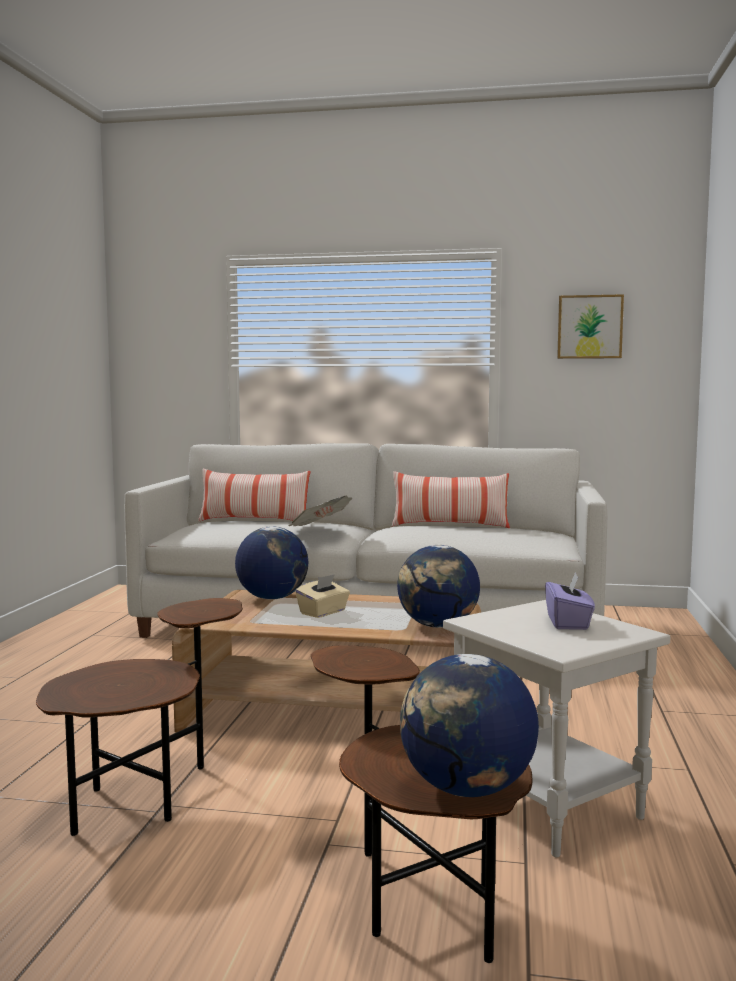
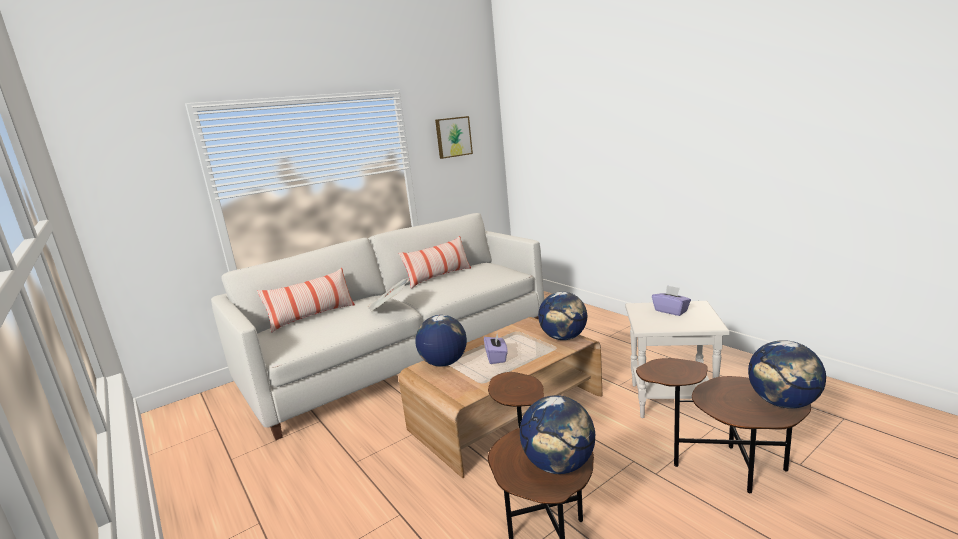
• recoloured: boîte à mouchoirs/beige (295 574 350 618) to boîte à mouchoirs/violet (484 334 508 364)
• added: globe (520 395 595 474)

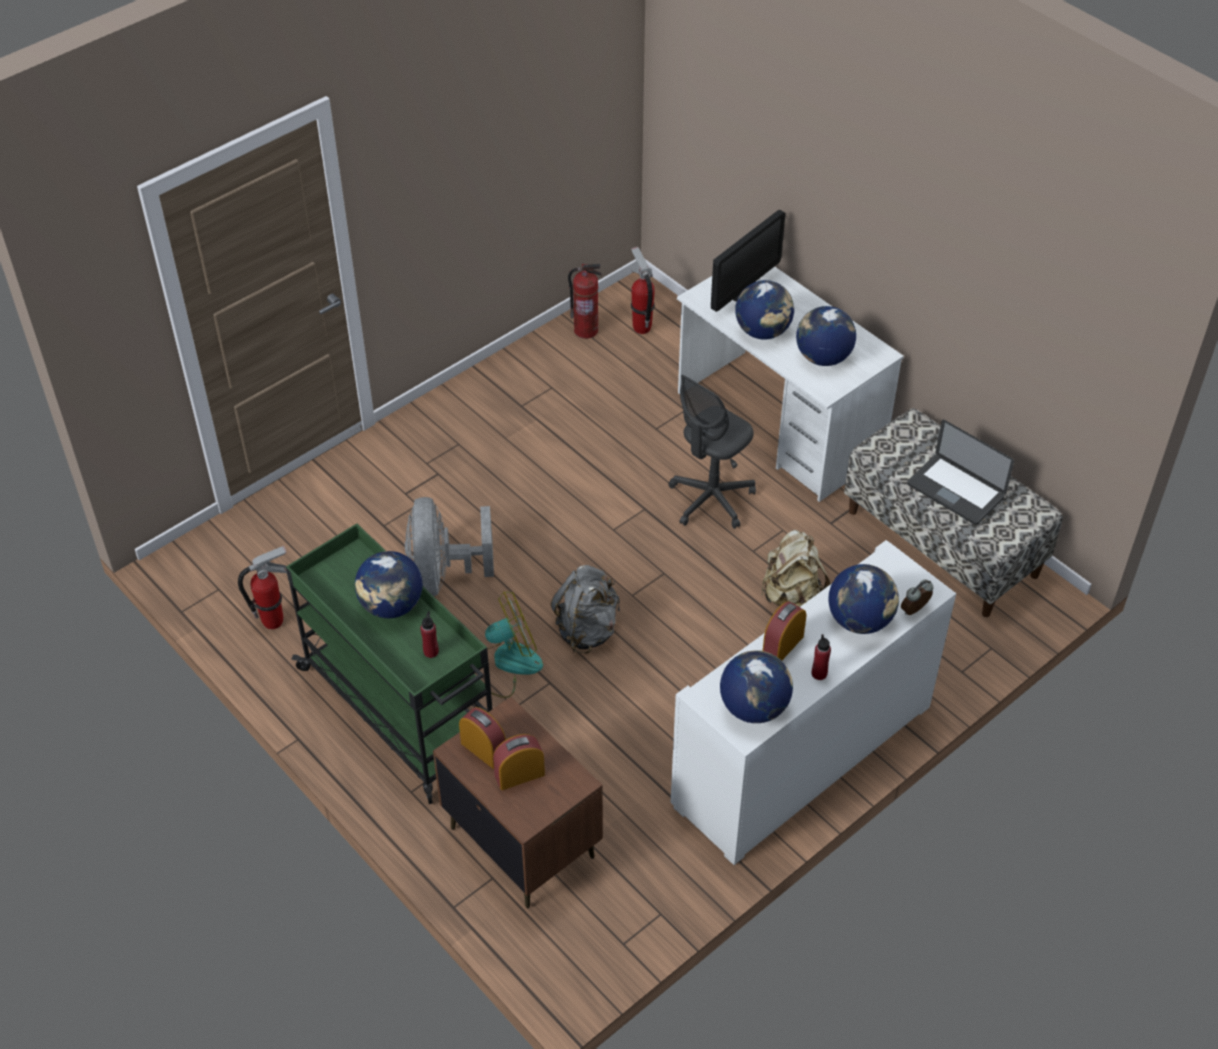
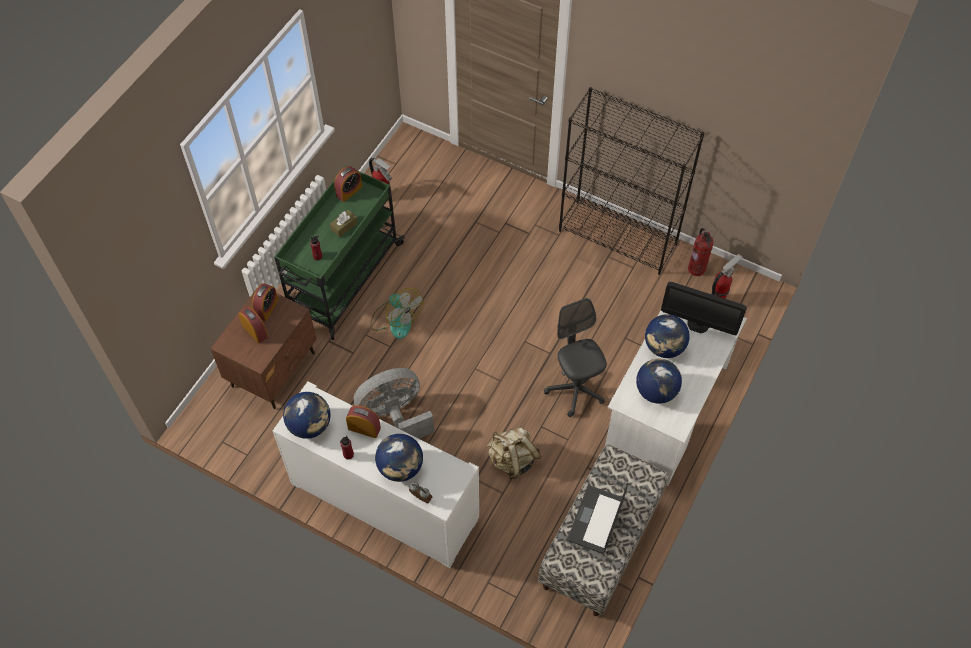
• replaced: globe (355 551 423 618) to boîte à mouchoirs/marron (330 210 358 237)
• added: réveil (334 166 362 202)
• moved: ventilateur/gris (405 497 494 596) to (354 368 434 439)
• turned: chaise de bureau/gris (668 375 756 529) = (544 298 607 417) 45 degrees clockwise
• added: bibliothèque/noir (559 87 705 275)
• removed: sac à dos/gris (551 565 620 654)

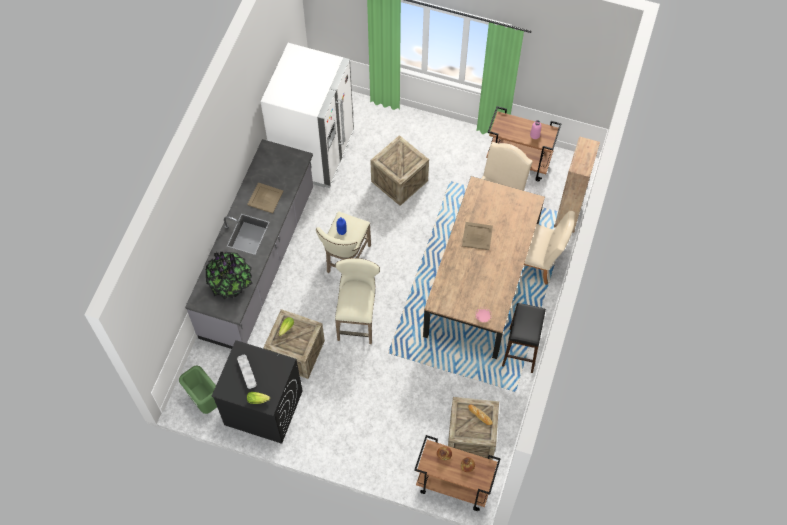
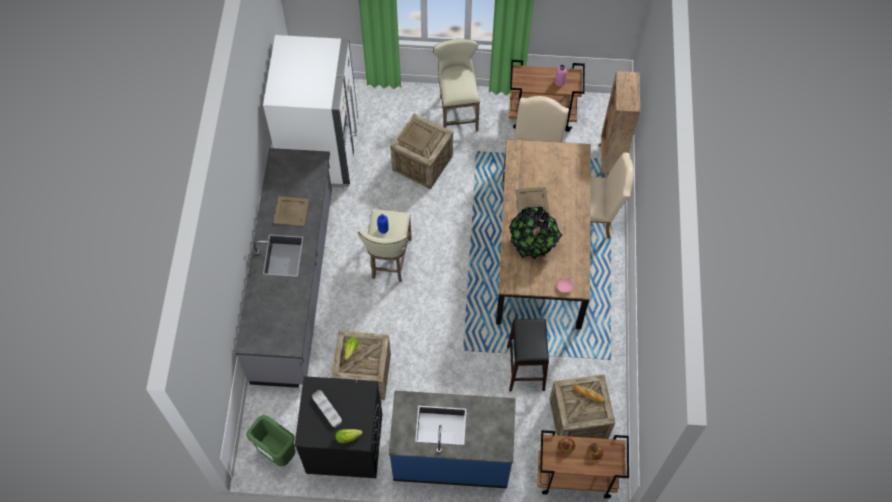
• added: comptoir de cuisine/bleu (389 391 516 488)
• added: plateau/beige (397 119 437 152)
• moved: tabouret/beige (335 258 380 344) to (433 39 480 131)
• moved: tabouret/noir (502 303 546 373) to (507 319 549 392)
• moved: plante en pot (205 252 253 299) to (509 206 562 259)

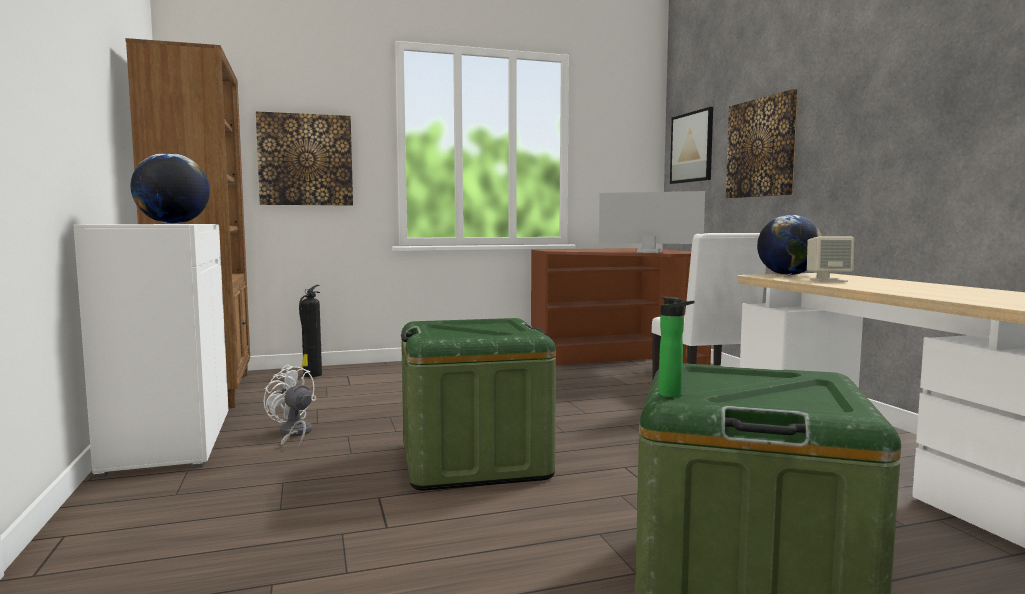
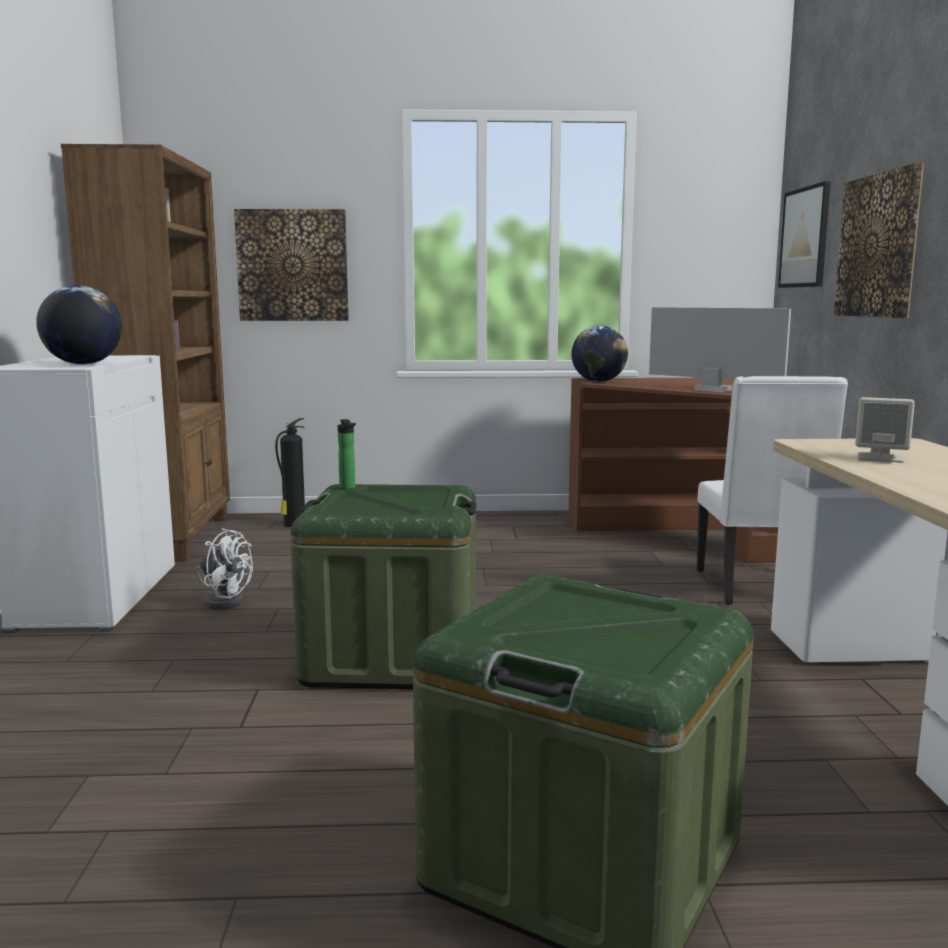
• turned: ventilateur/blanc (264 365 316 450) = (195 528 253 610) 150 degrees clockwise
• moved: bouteille (658 297 694 397) to (337 419 356 489)
• moved: globe (757 215 821 275) to (571 326 628 382)

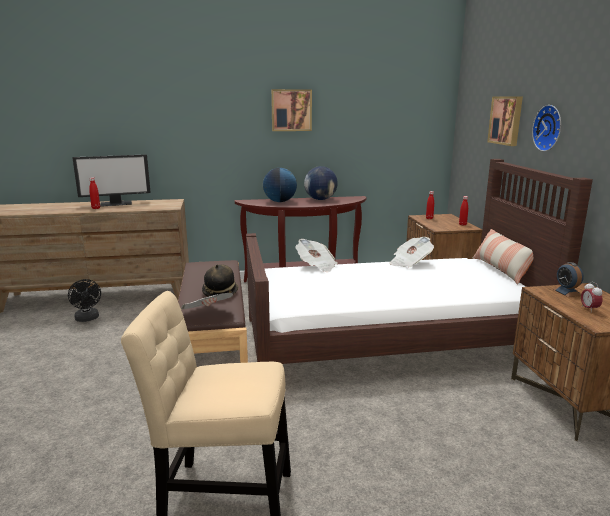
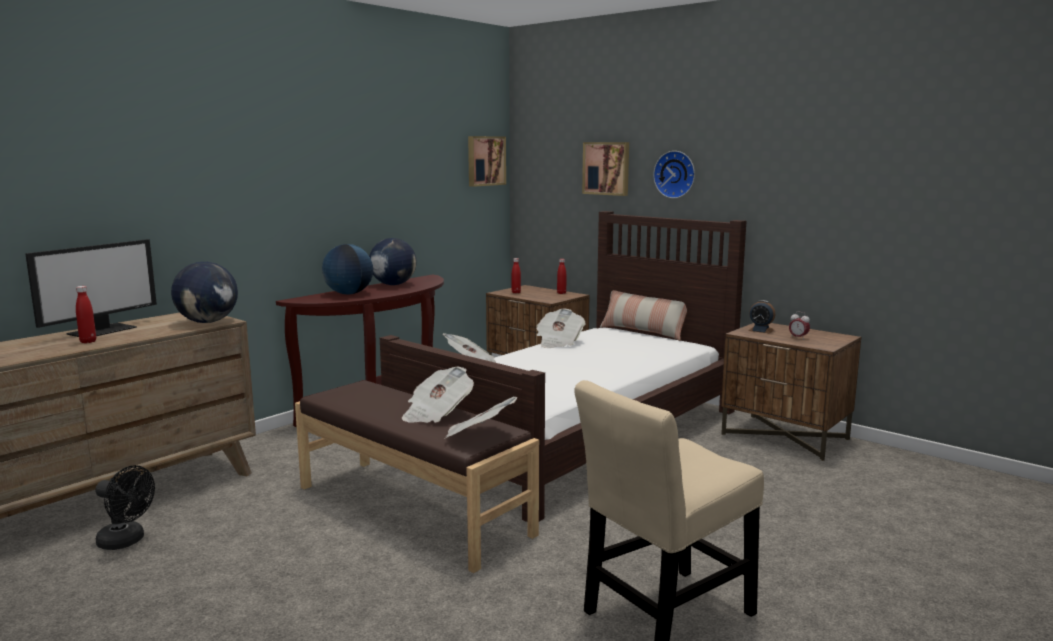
• added: globe (171 262 238 323)
• replaced: chapeau (202 264 239 297) to journal (402 367 474 423)
• moved: tableau (271 89 312 131) to (468 136 506 187)

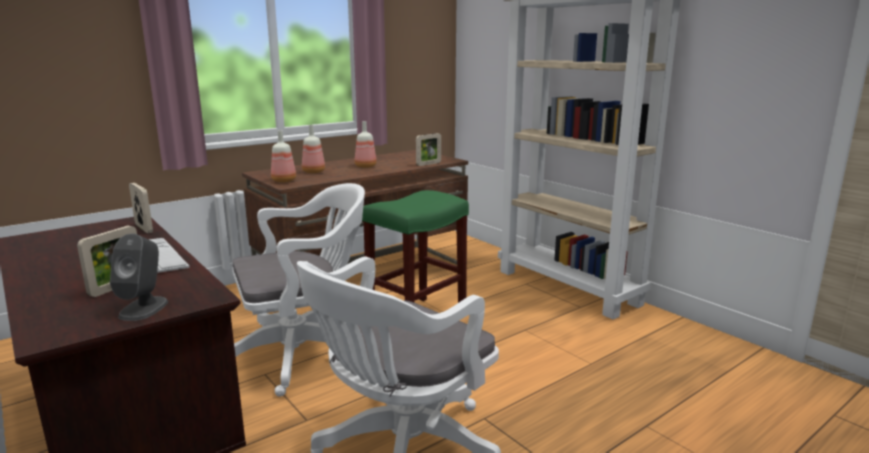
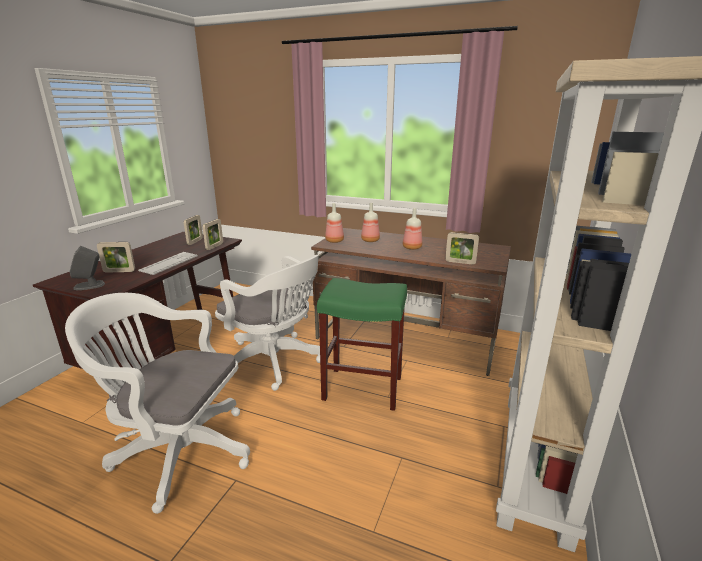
• added: cadre photo (184 215 203 245)

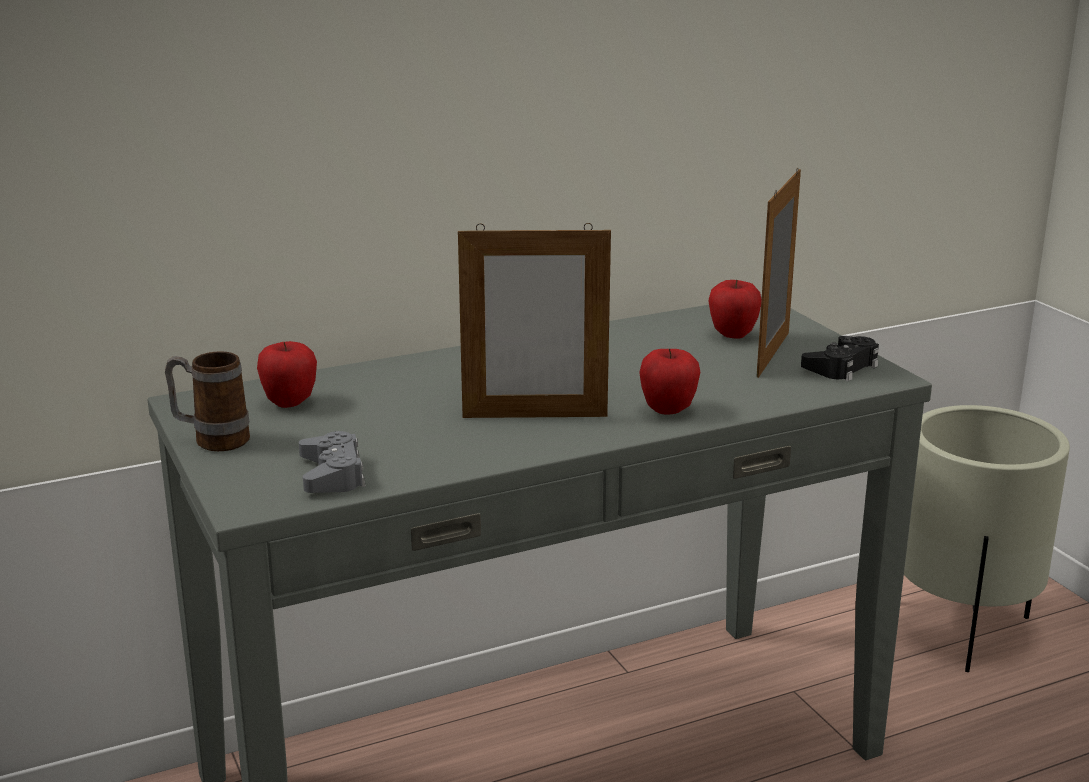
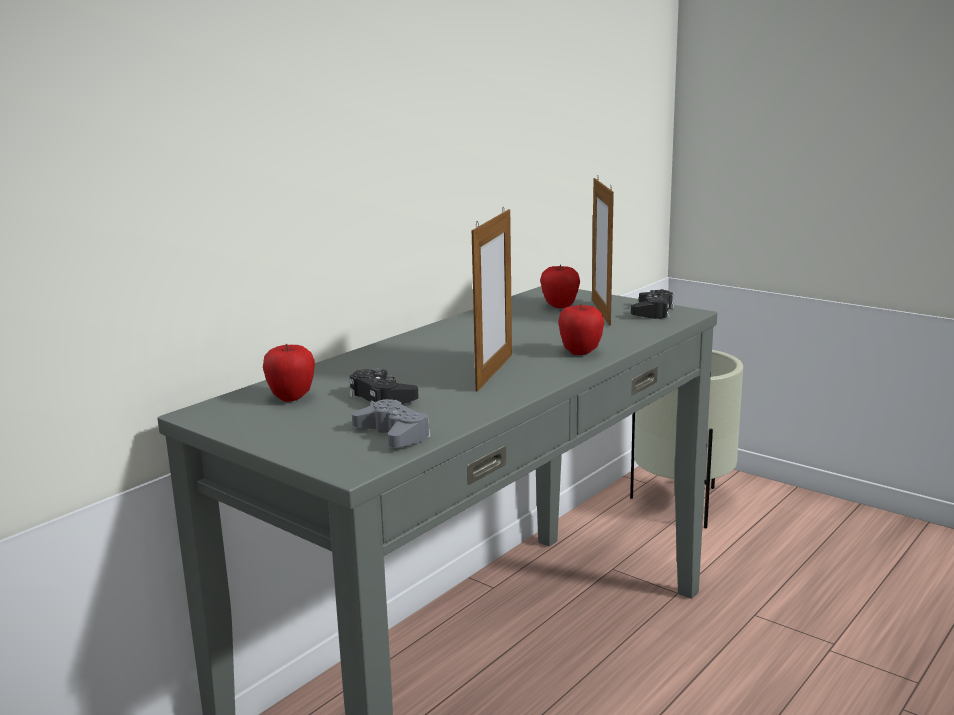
• added: manette/noir (349 369 419 406)
• turned: cadre photo (458 223 611 418) = (472 207 512 392) 45 degrees counterclockwise
• removed: mug (165 351 250 451)

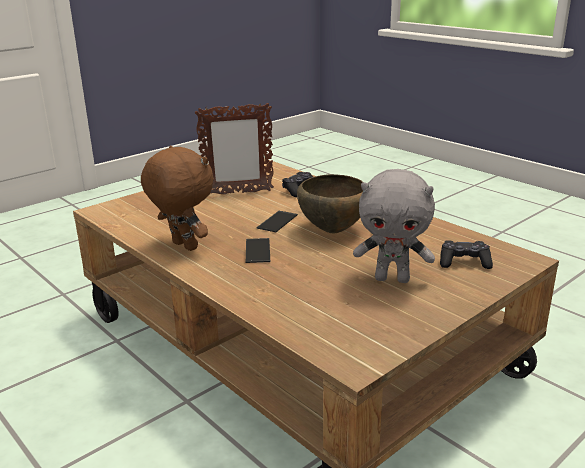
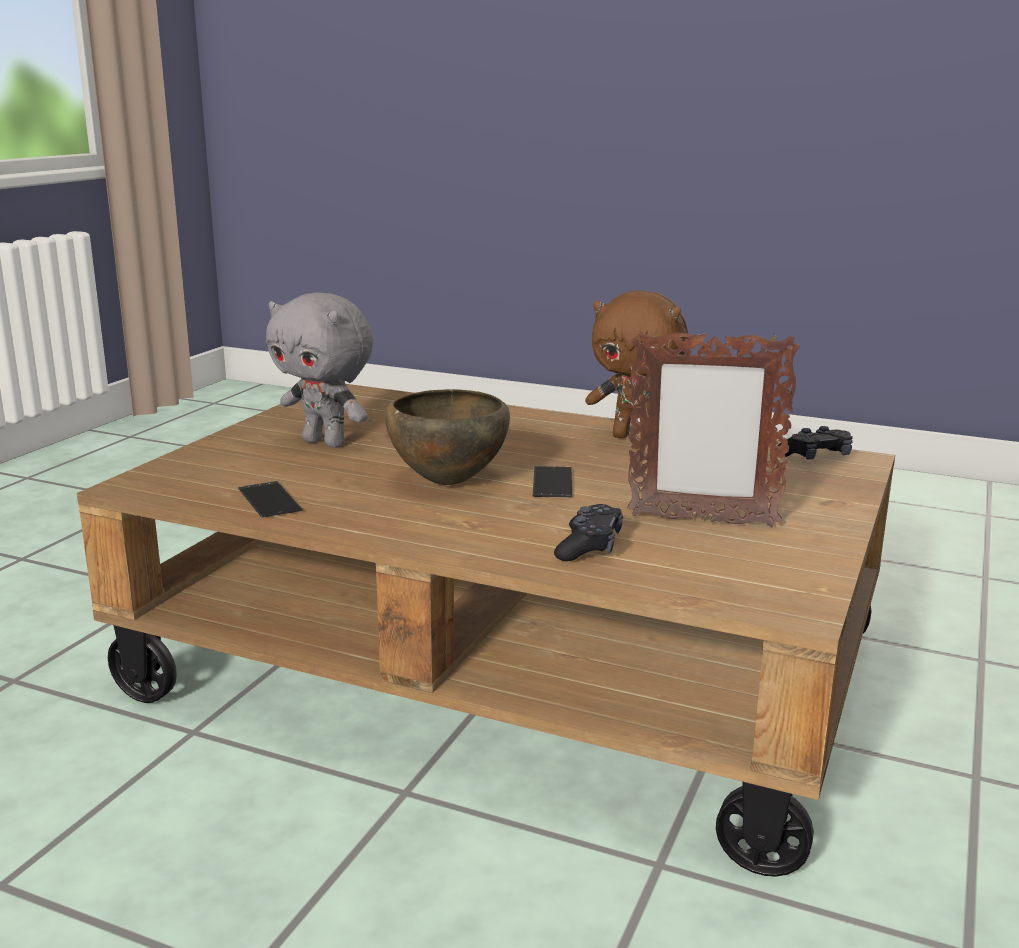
• moved: téléphone (246 238 270 263) to (238 481 302 518)
• turned: peluche/gris (353 169 435 283) = (266 293 374 448) 135 degrees counterclockwise
• turned: cadre photo (195 103 274 194) = (627 331 800 527) 135 degrees counterclockwise
• moved: manette/noir (440 240 493 269) to (778 426 853 459)

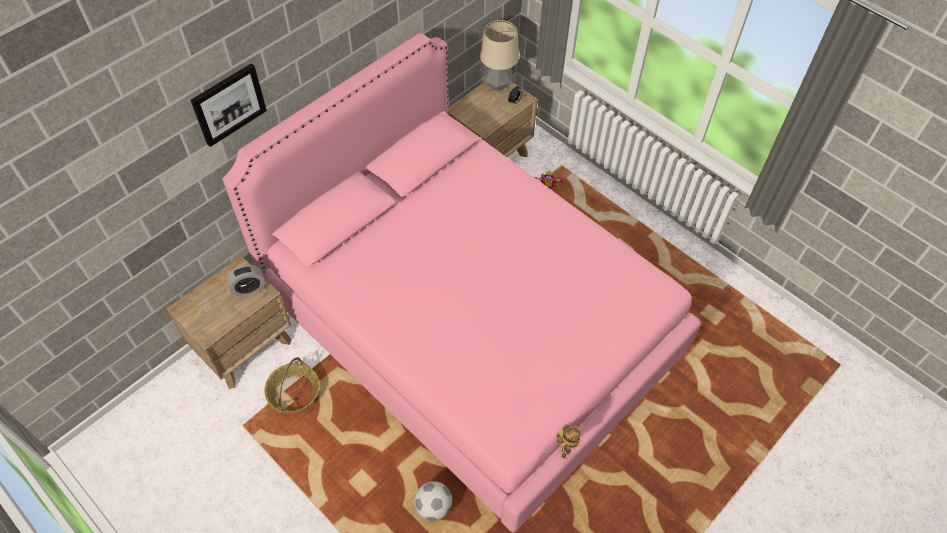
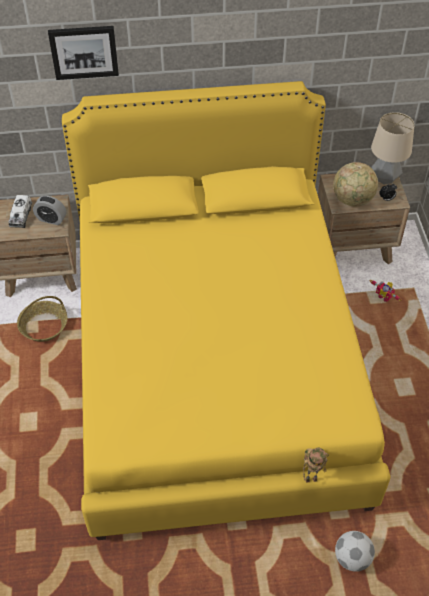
• added: camion jouet (9 195 32 228)
• recoloured: lit/rose (223 33 701 533) to lit/jaune (62 81 391 540)
• moved: robot jouet (557 424 580 459) to (303 448 329 483)
• added: globe (333 162 378 206)
• moved: ballon de foot (414 481 452 521) to (335 531 375 572)

